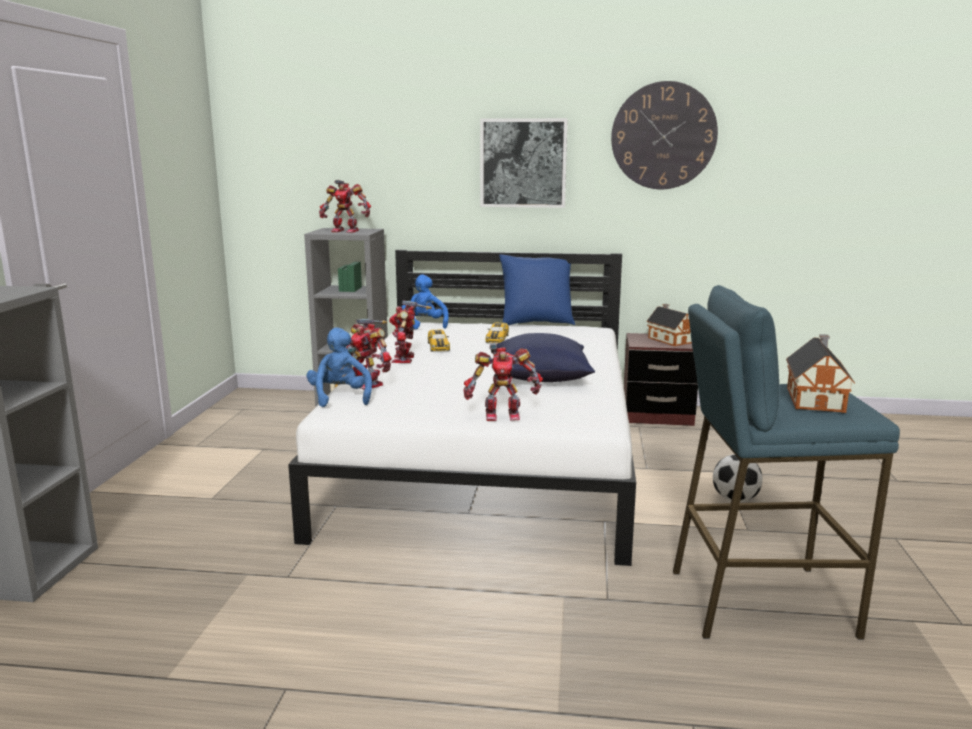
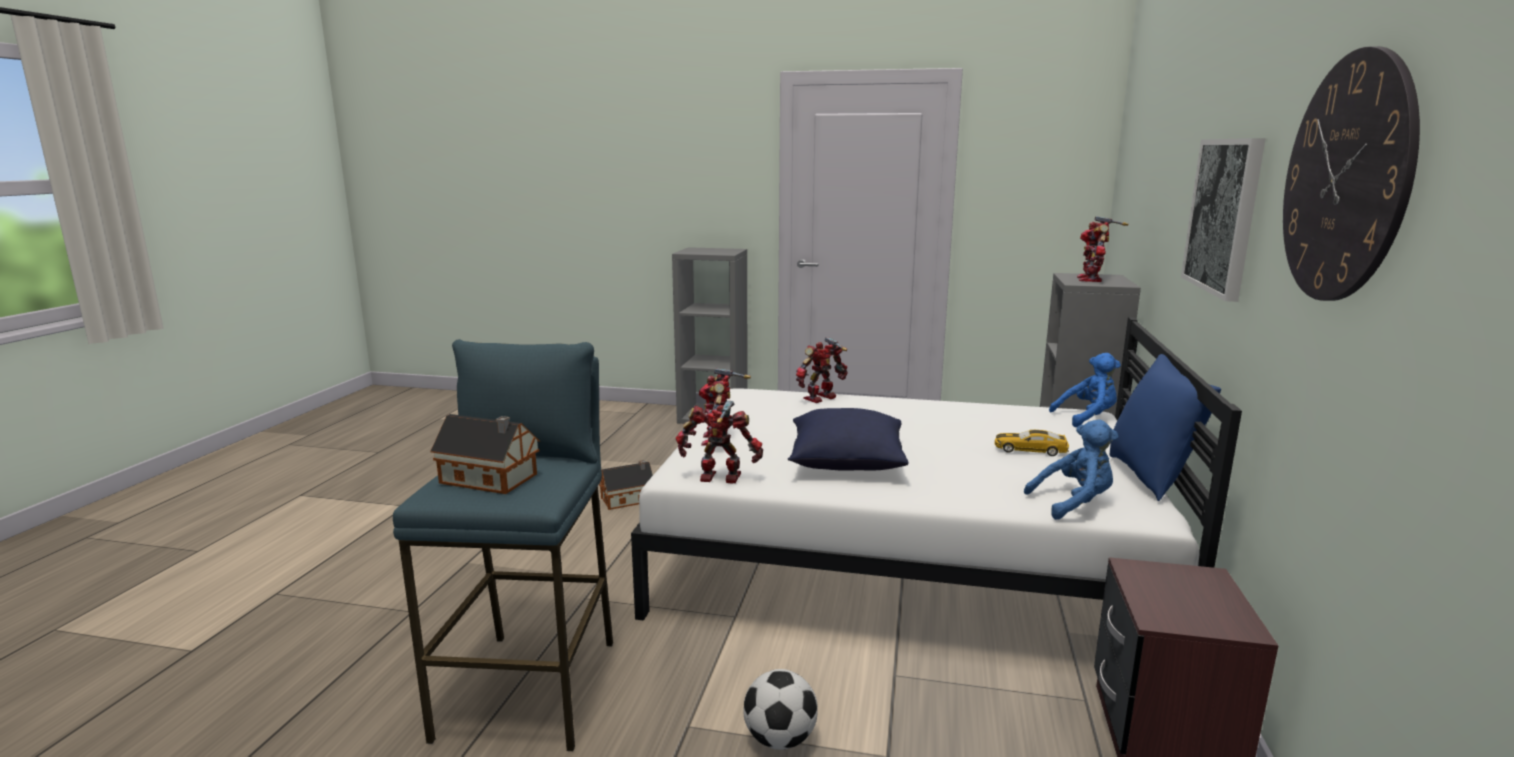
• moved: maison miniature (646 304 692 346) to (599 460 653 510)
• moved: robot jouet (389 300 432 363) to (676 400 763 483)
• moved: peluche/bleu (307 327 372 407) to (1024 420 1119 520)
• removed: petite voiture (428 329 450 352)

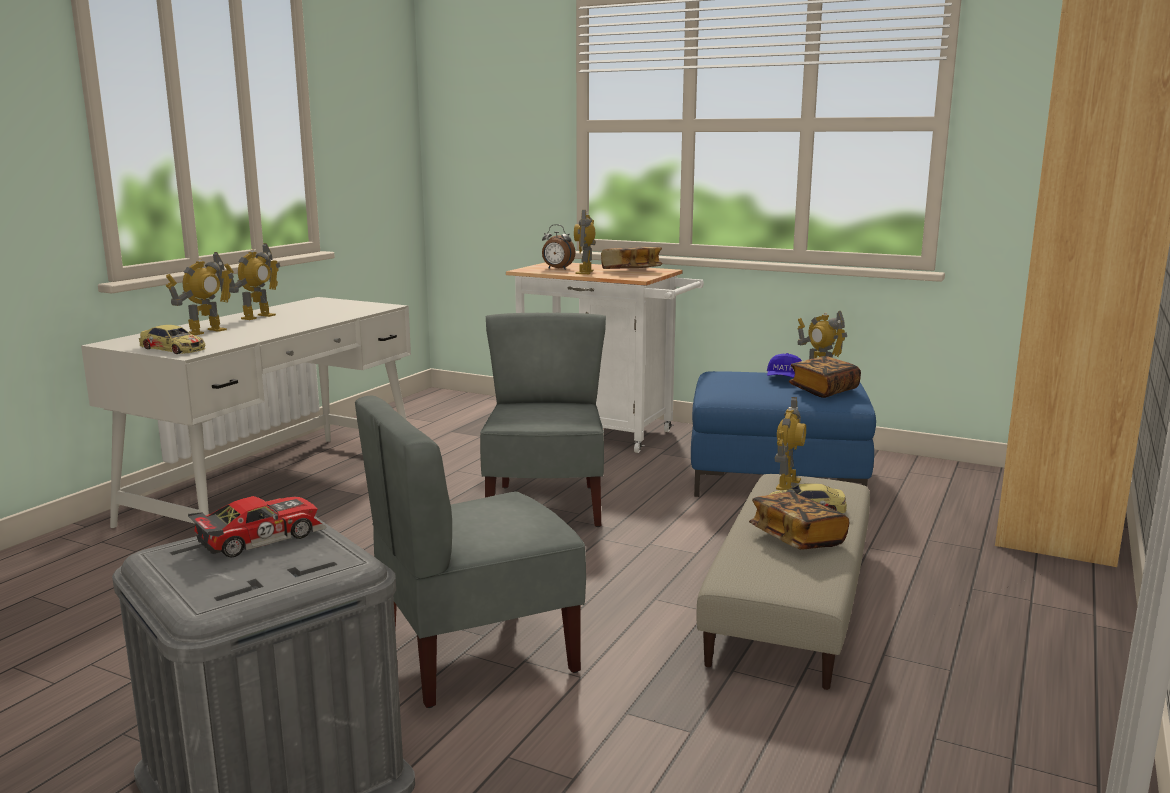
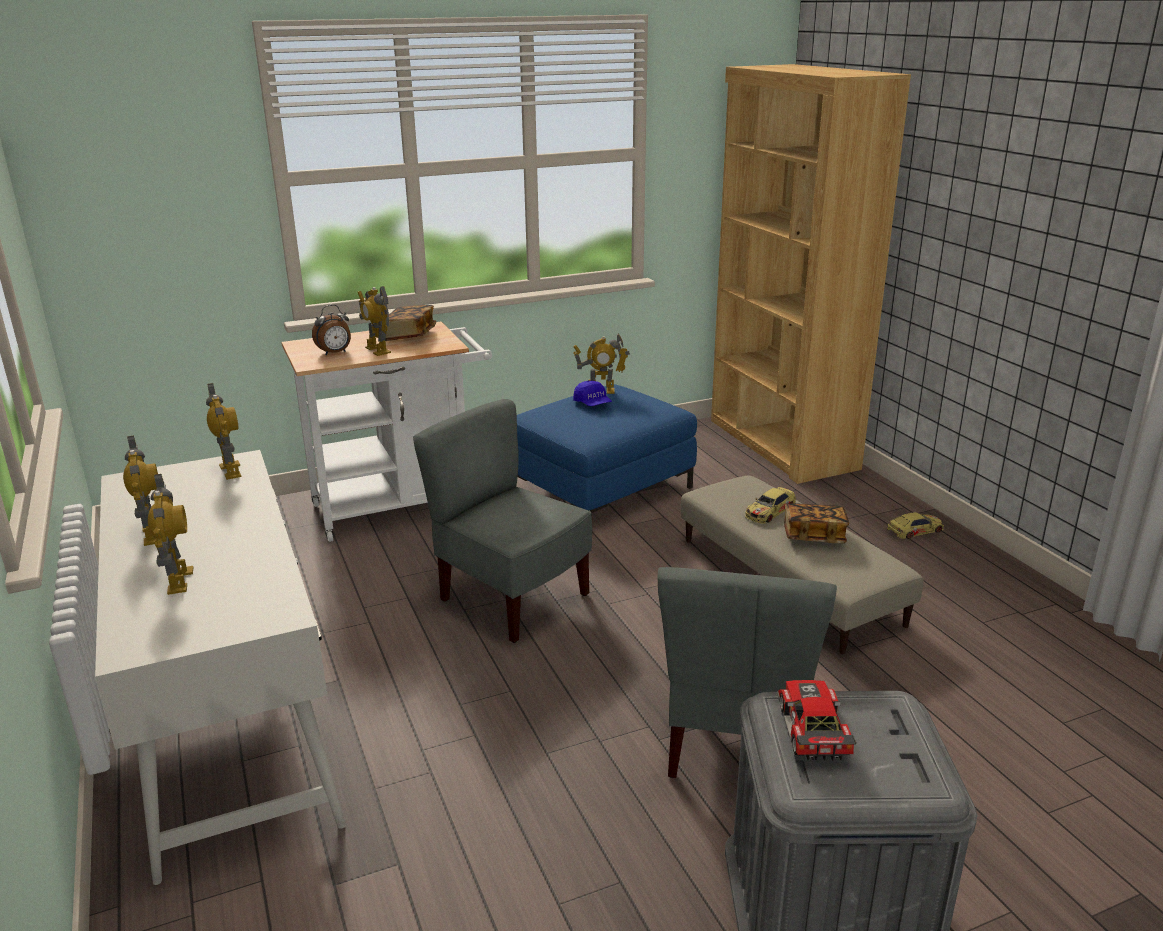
• moved: robot jouet (775 397 806 490) to (206 383 241 480)
• moved: petite voiture (139 325 206 354) to (887 512 944 539)
• removed: livre (789 356 861 398)

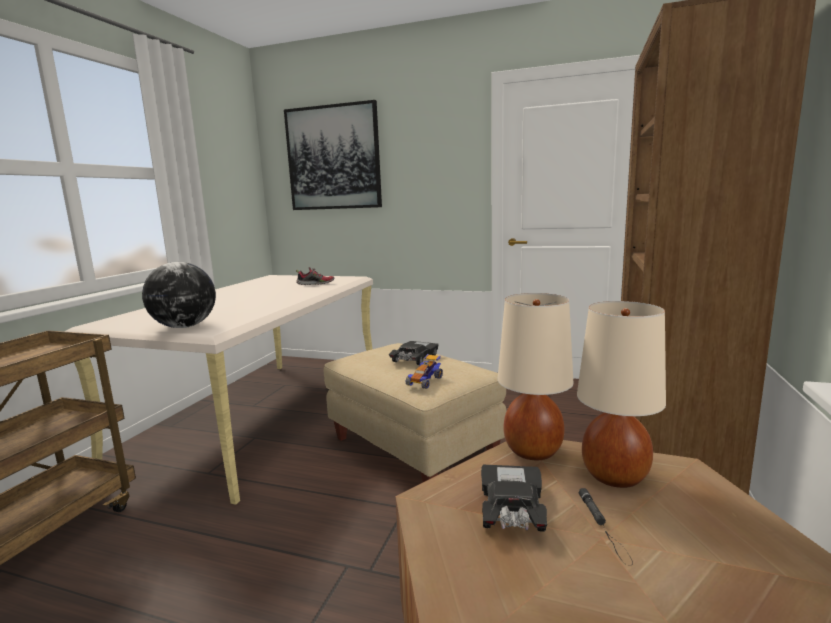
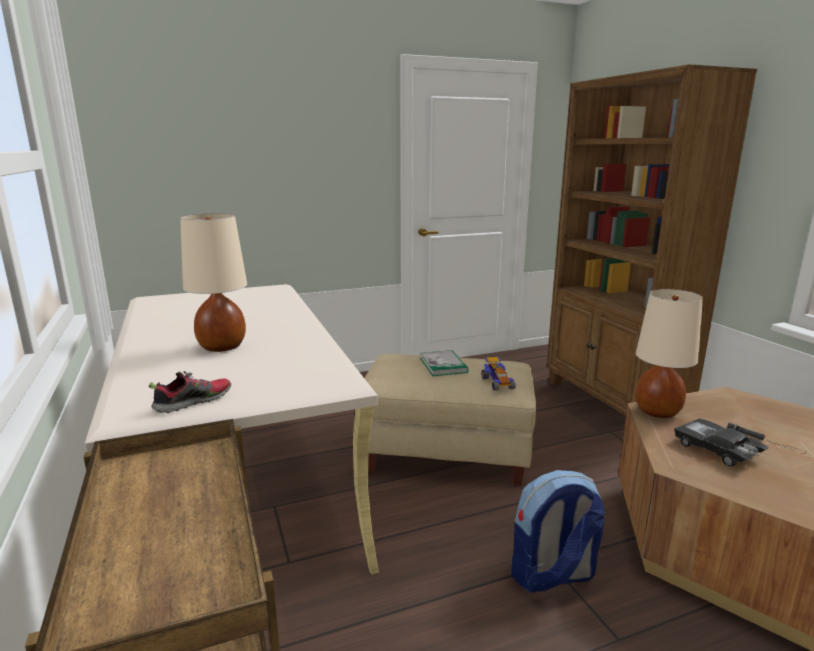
• moved: chaussure (296 267 334 285) to (149 371 231 413)
• moved: lampe de table/beige (577 301 666 488) to (180 213 247 352)
• replaced: petite voiture/noir (389 341 439 365) to livre (420 350 468 376)
• added: sac à dos (511 470 605 593)
• removed: globe (142 262 216 328)
• removed: tableau (284 100 382 210)

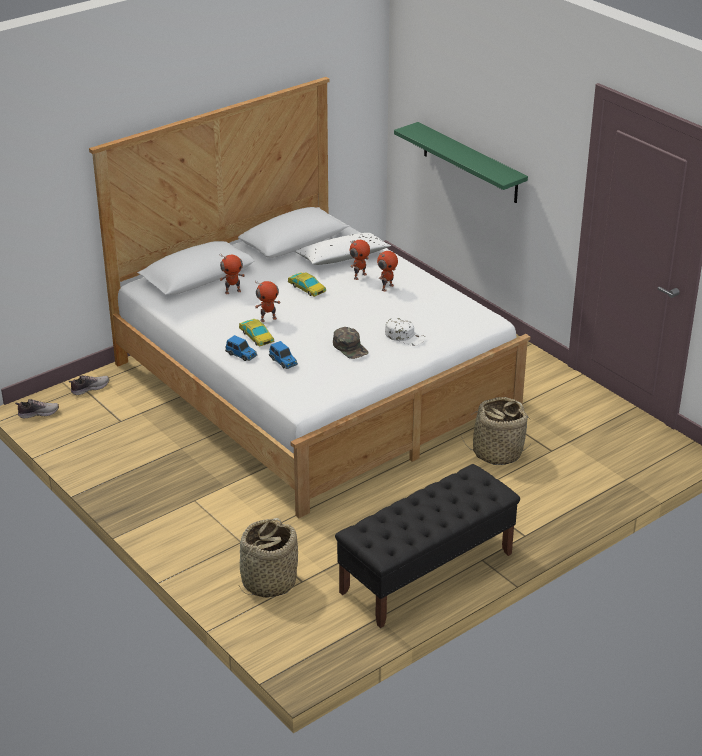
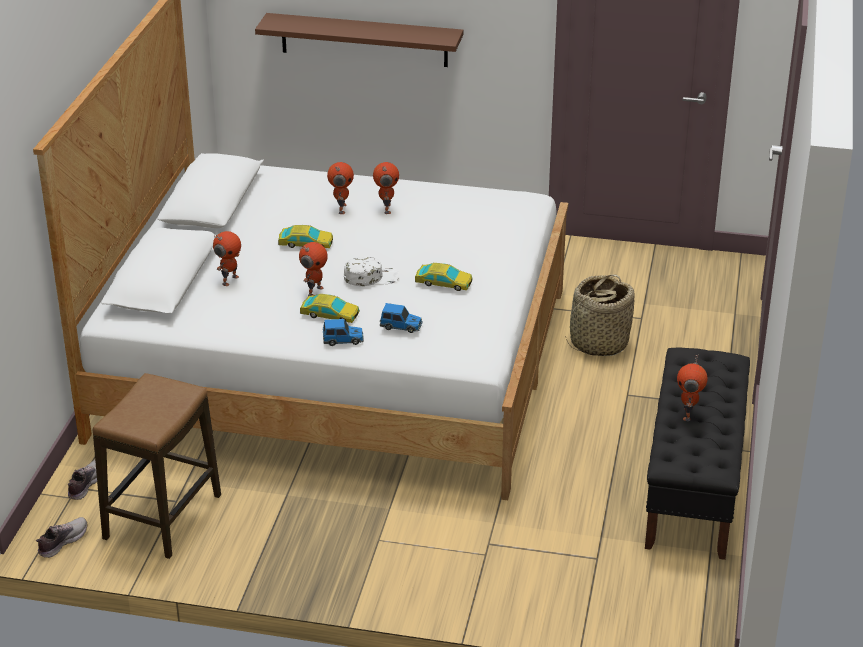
• added: tabouret (93 373 221 559)
• recoloured: étagère/vert (394 122 528 203) to étagère/marron (255 13 463 67)
• moved: casquette/blanc (385 317 426 346) to (344 256 399 286)
• replaced: casquette/vert (333 327 368 359) to petite voiture (415 263 473 291)
• added: robot jouet (677 354 708 421)
• removed: panier (239 518 298 598)
• removed: coussin/blanc (295 233 391 265)

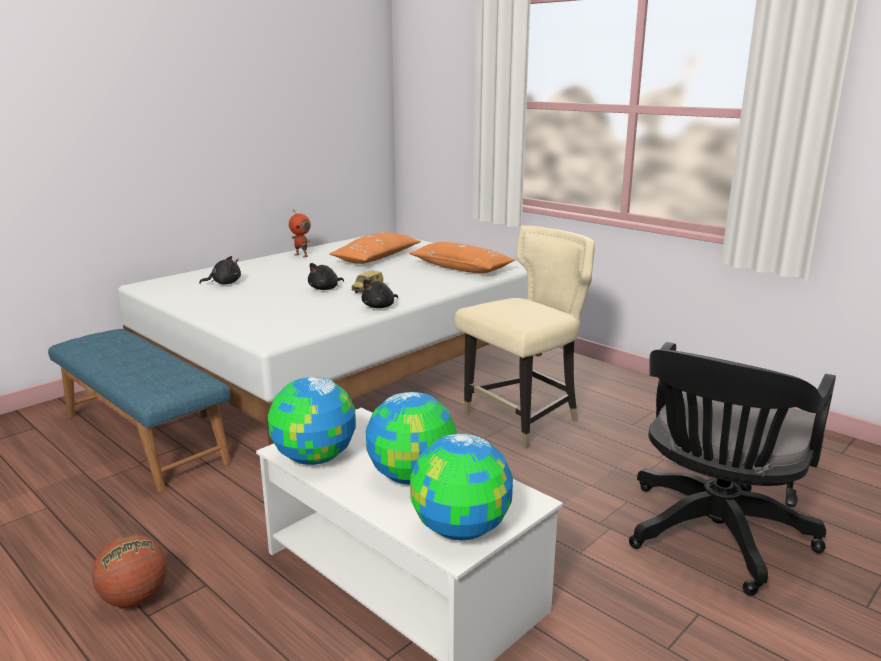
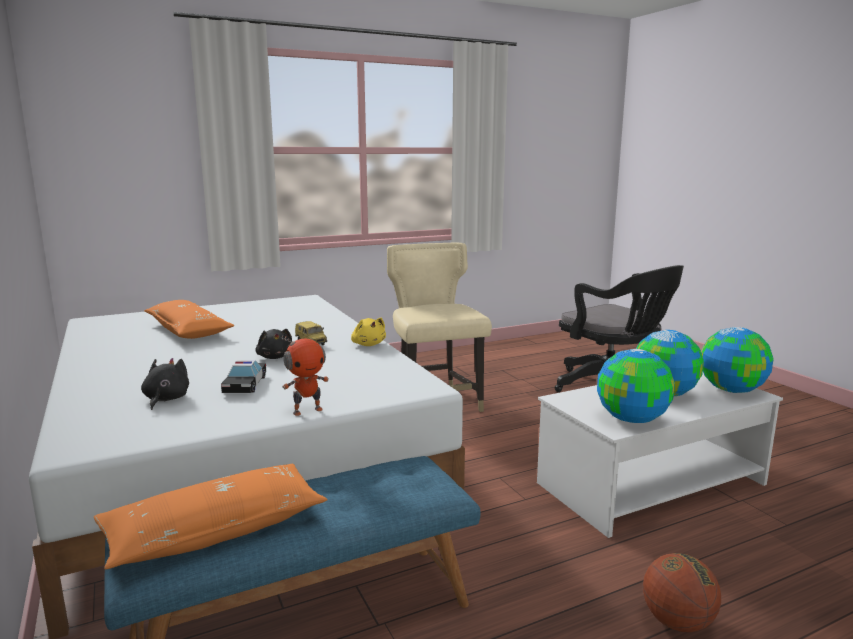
• moved: coussin/orange (409 242 515 273) to (94 464 327 569)
• added: petite voiture (221 360 266 393)
• moved: robot jouet (289 210 311 258) to (282 335 329 416)
• recoloured: peluche/noir (362 279 398 308) to peluche/jaune (351 318 386 346)

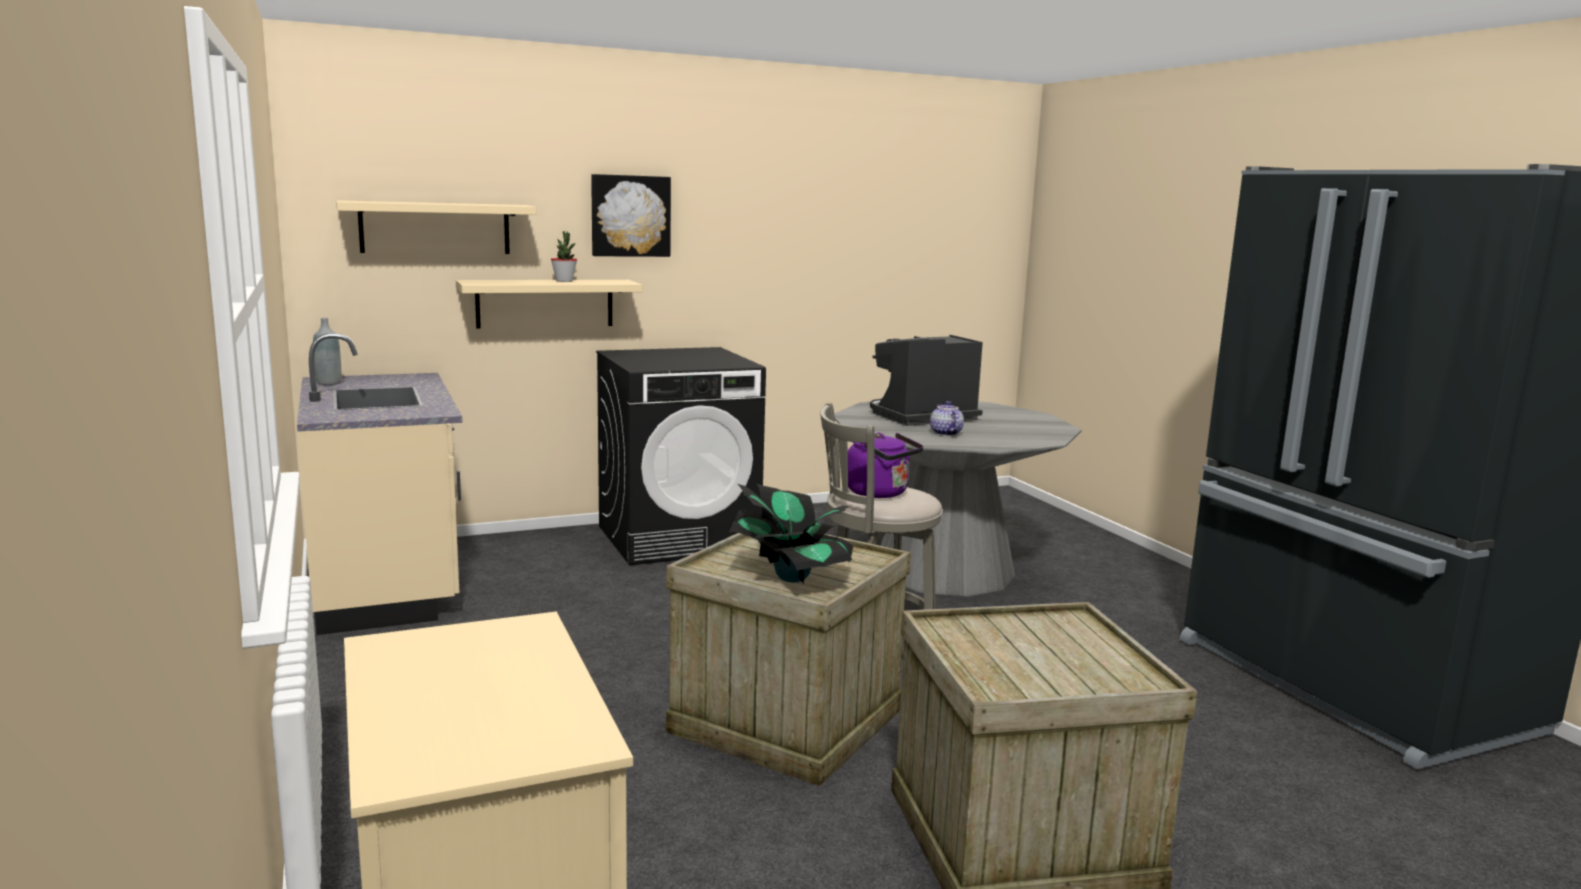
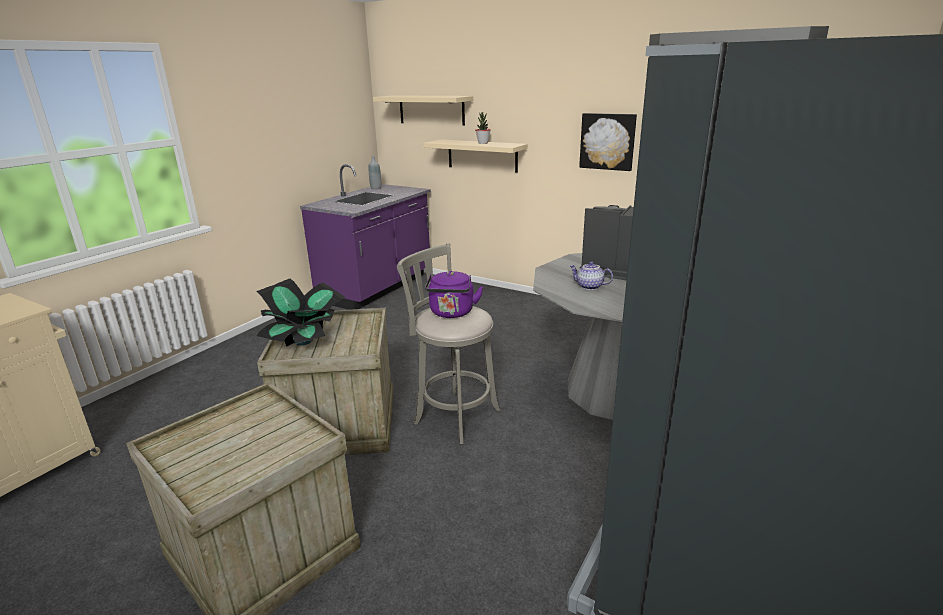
• recoloured: comptoir de cuisine/beige (297 333 463 635) to comptoir de cuisine/violet (300 164 431 310)
• turned: théière (930 401 964 436) = (570 261 613 290) 105 degrees counterclockwise
• moved: tableau (591 174 671 257) to (579 113 637 171)
• removed: lave-linge/noir (596 347 766 565)

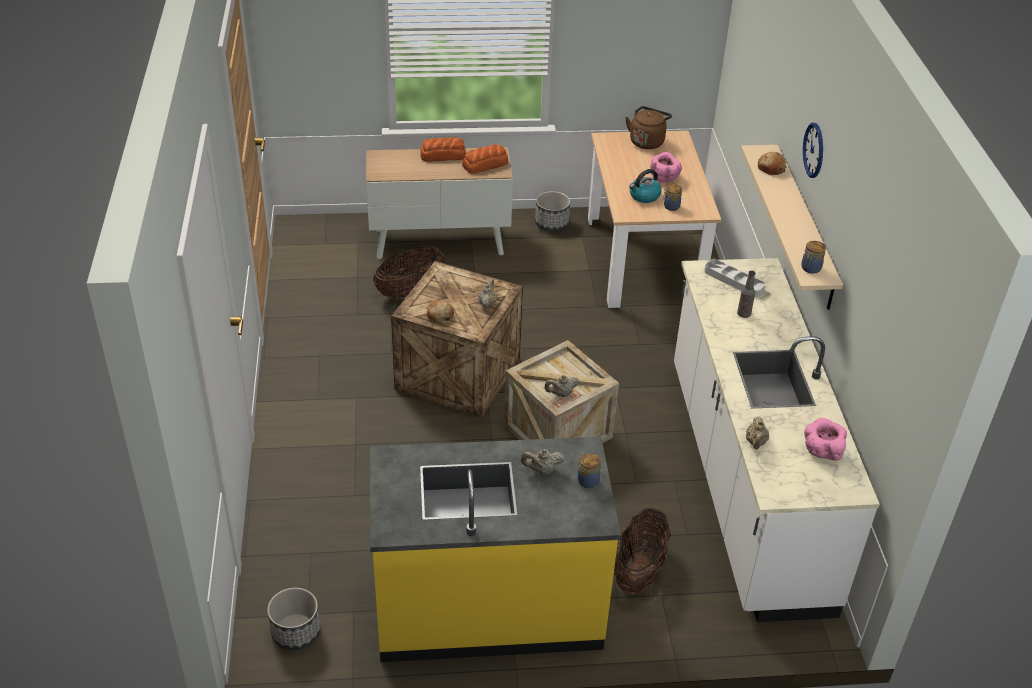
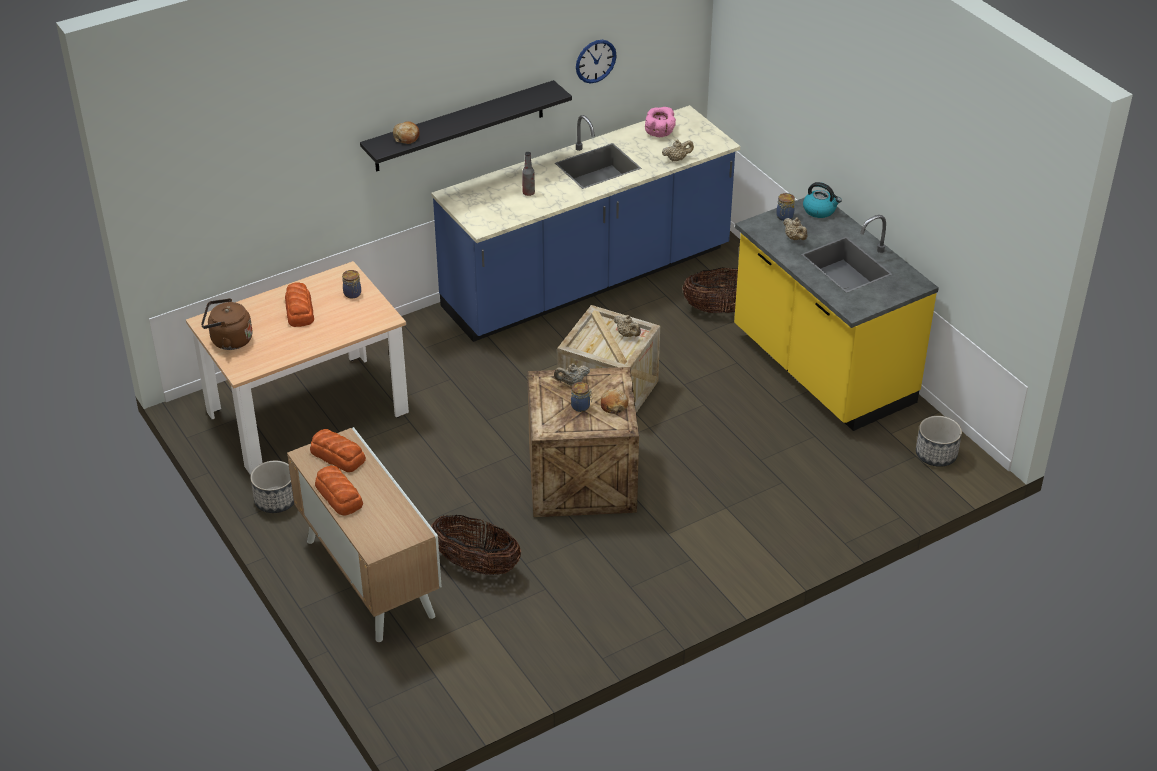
• replaced: bol/rose (650 152 682 183) to pain (285 282 314 327)
• recoloured: étagère/beige (741 145 843 310) to étagère/noir (360 80 572 172)
• recoloured: comptoir de cuisine/blanc (674 258 880 622) to comptoir de cuisine/bleu (431 105 740 342)
• moved: bocal (801 241 826 274) to (571 382 592 412)
• moved: horloge murale (803 123 823 178) to (576 40 617 84)
• moved: bouilloire (629 169 661 203) to (803 182 842 218)
• removed: plateau/gris (704 259 766 297)

